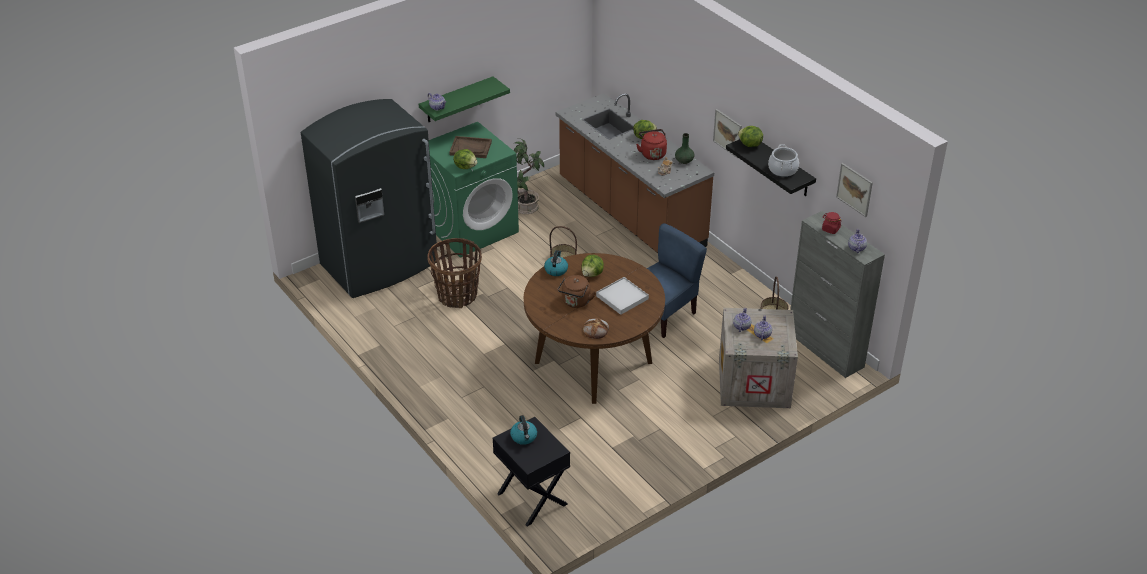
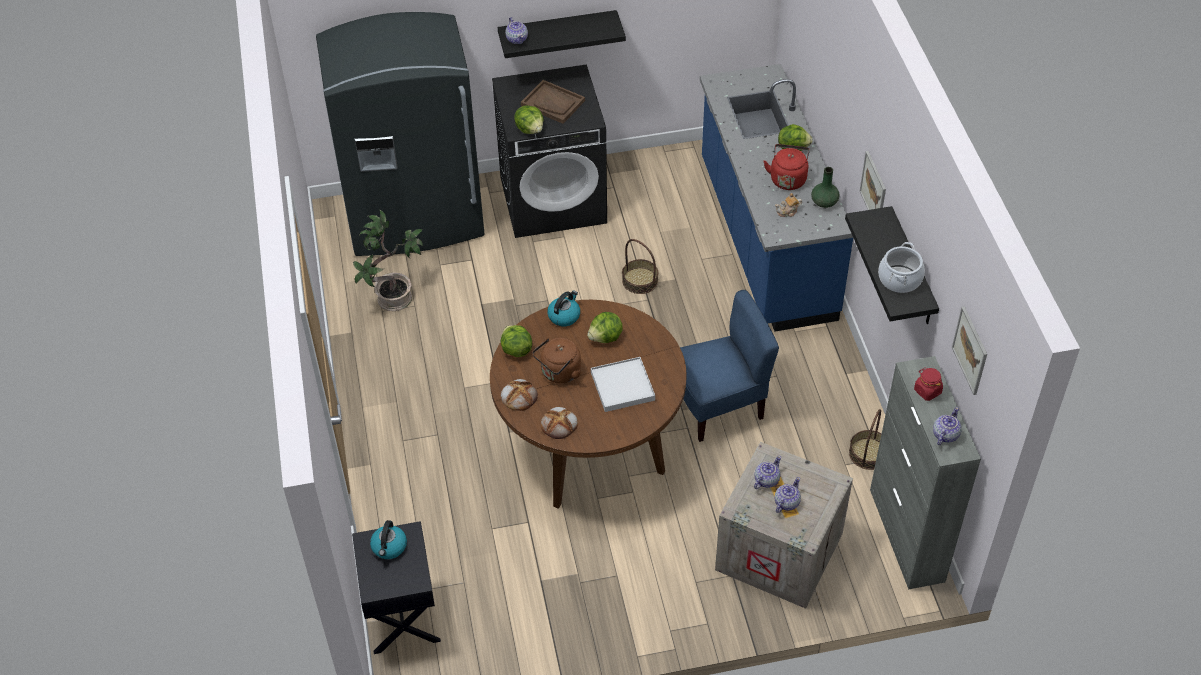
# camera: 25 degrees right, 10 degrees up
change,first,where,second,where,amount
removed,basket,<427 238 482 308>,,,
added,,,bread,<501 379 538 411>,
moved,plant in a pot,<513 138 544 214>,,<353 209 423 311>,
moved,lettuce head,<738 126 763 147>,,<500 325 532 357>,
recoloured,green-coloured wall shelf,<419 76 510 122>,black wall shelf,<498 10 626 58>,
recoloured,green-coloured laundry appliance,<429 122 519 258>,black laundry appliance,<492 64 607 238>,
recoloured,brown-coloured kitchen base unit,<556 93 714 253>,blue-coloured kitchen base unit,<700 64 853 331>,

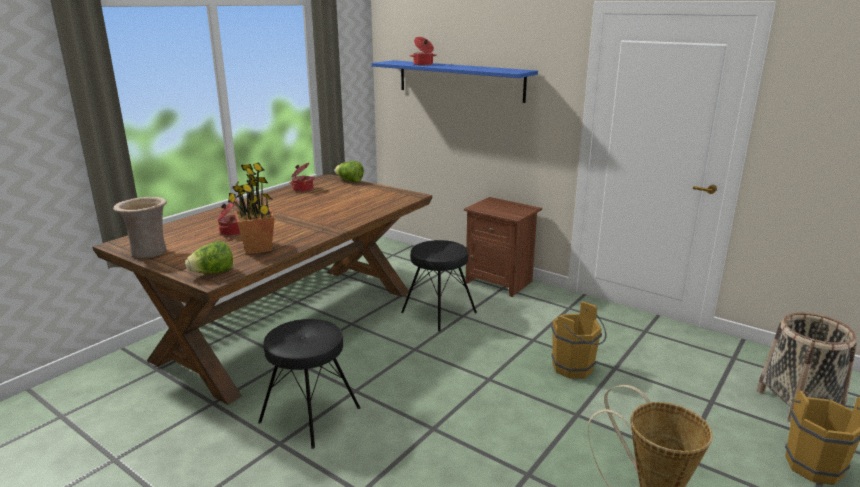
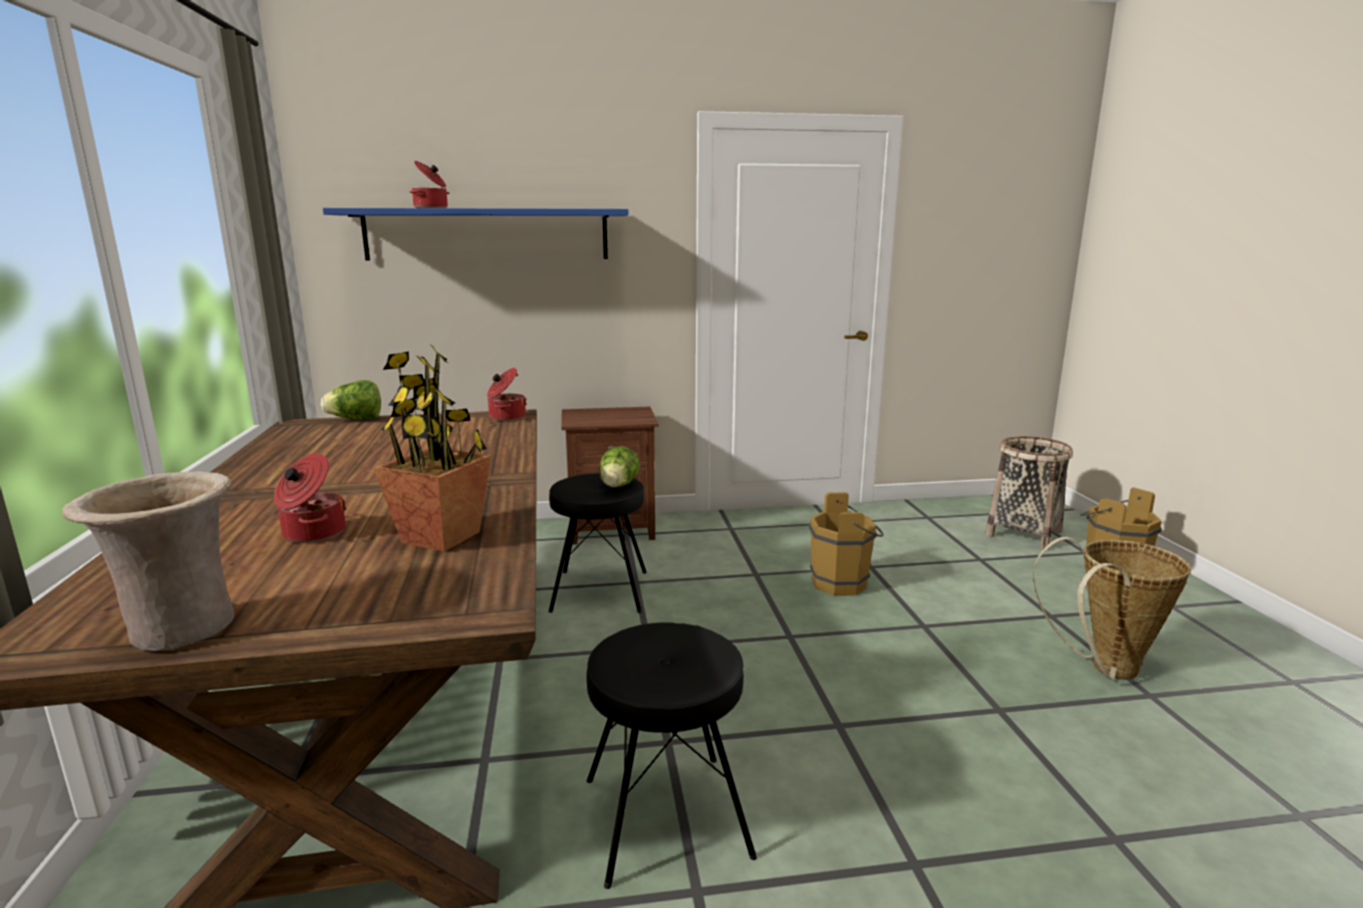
# camera: 45 degrees left, 5 degrees down
change,first,where,second,where,amount
moved,lettuce head,<185 241 233 273>,,<599 446 640 487>,
moved,cooking pot,<290 163 315 192>,,<487 368 527 421>,

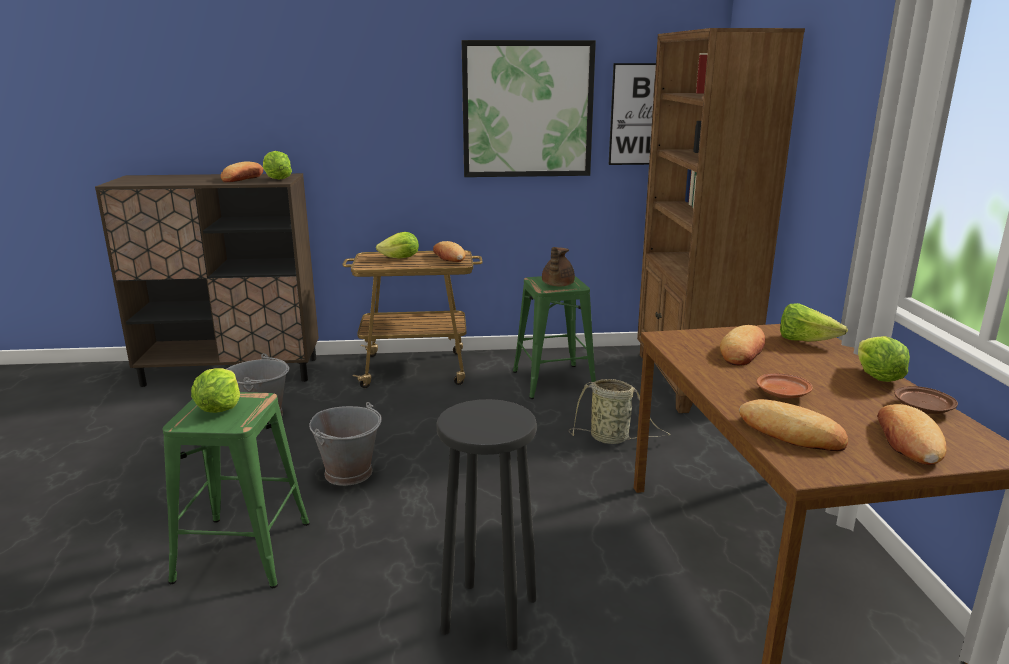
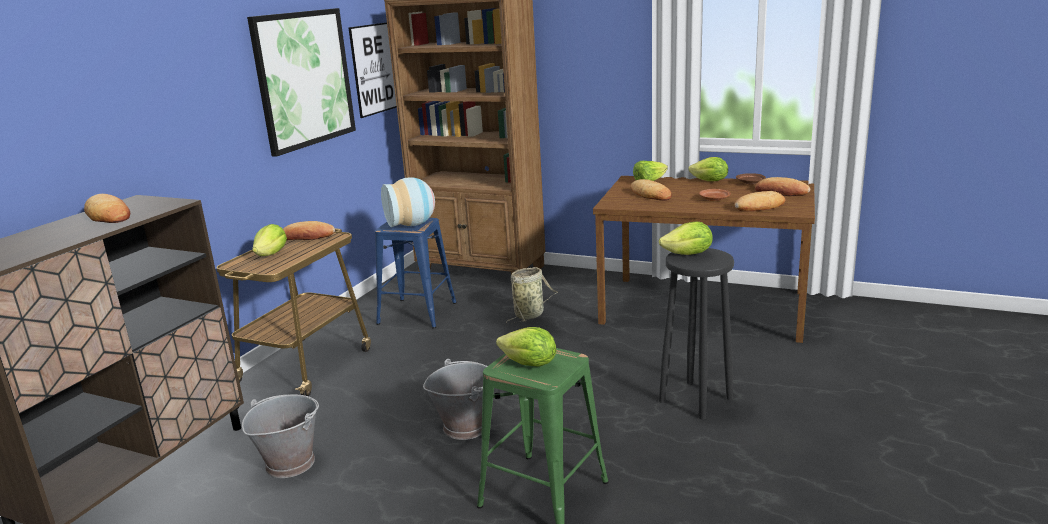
# camera: 60 degrees left, 0 degrees up
change,first,where,second,where,amount
moved,lettuce head,<263 151 292 180>,,<659 221 713 255>,
replaced,brown-coloured tea pot,<542 247 575 287>,vase,<381 177 435 227>,
recoloured,green-coloured stool seat,<513 276 596 399>,blue-coloured stool seat,<375 218 457 329>,

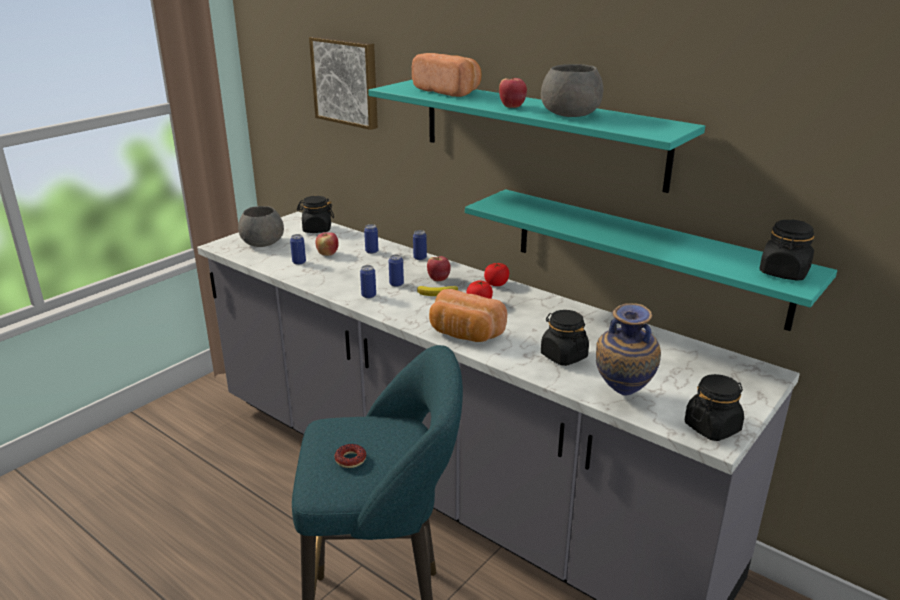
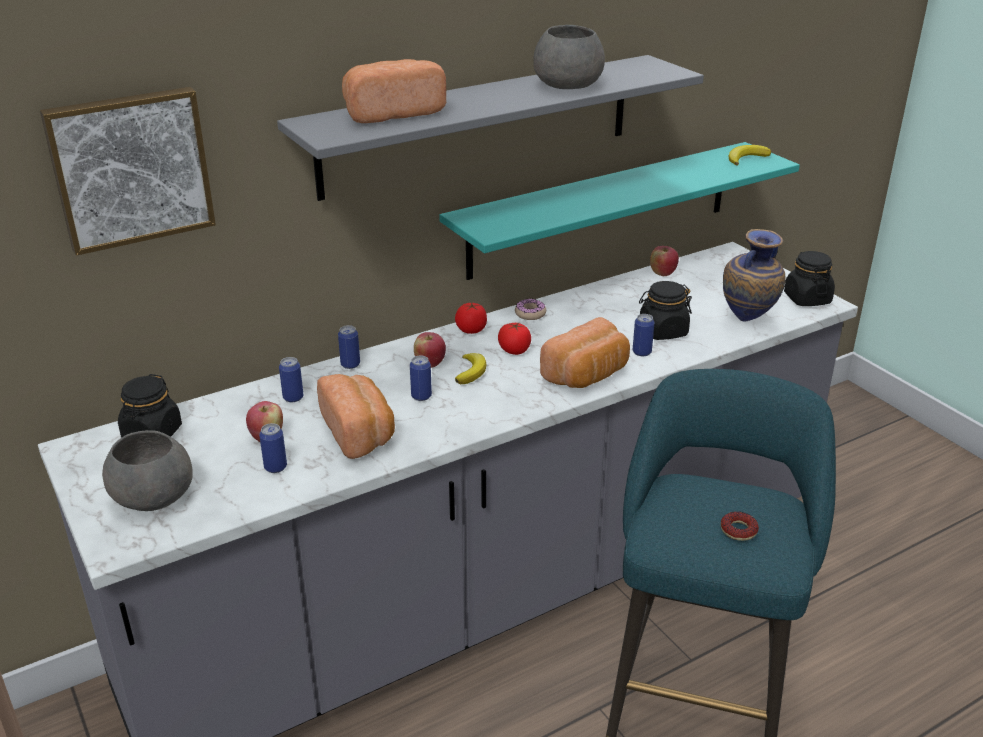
# camera: 70 degrees left, 5 degrees up
change,first,where,second,where,amount
added,,,bread,<317 374 395 459>,
added,,,donut,<515 299 546 320>,
moved,can,<360 265 376 298>,,<633 314 655 356>,
moved,apple,<499 77 527 108>,,<650 246 679 276>,
replaced,black jar,<759 220 814 281>,banana,<728 145 771 166>,
recoloured,turquoise-coloured wall shelf,<368 80 705 193>,grey wall shelf,<277 55 704 201>,

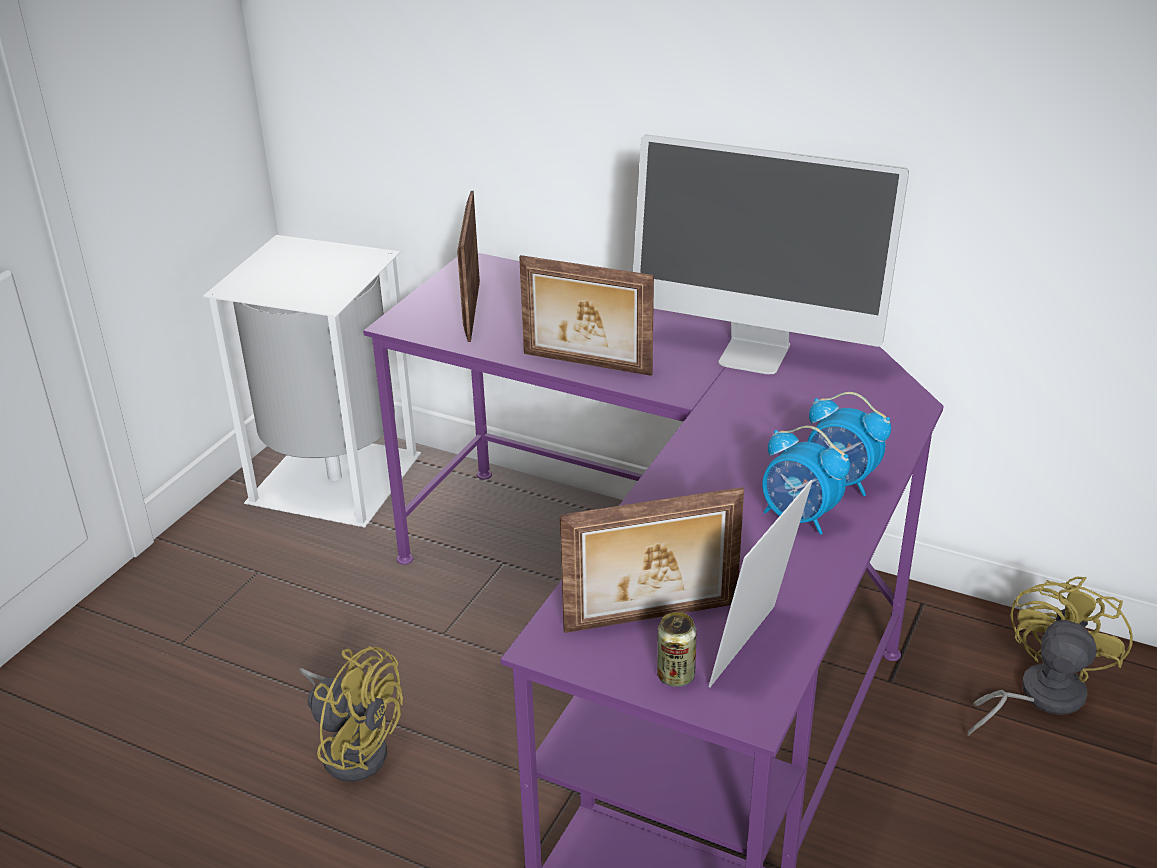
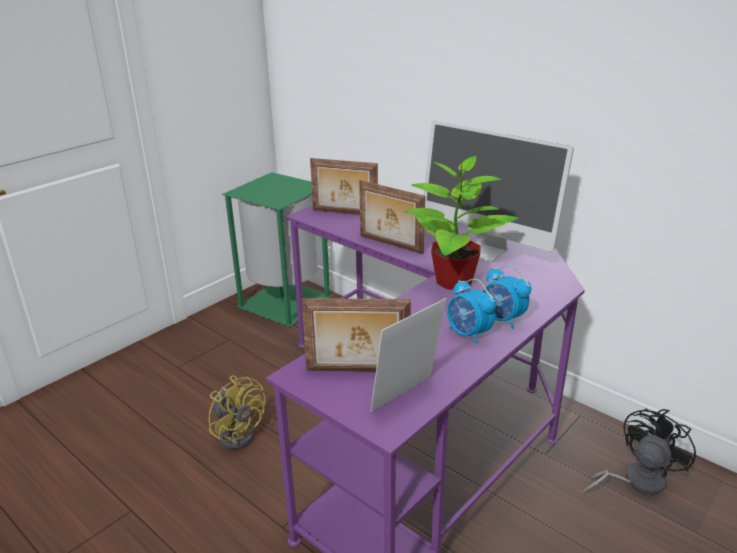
# camera: 15 degrees right, 5 degrees down
change,first,where,second,where,amount
removed,can,<657 612 697 687>,,,
added,,,plant in a pot,<405 156 518 290>,
recoloured,white waste bin,<203 235 421 528>,green-coloured waste bin,<222 172 332 327>,
recoloured,yellowish fan,<967 576 1133 737>,black fan,<582 409 696 495>,
turned,photo frame,<457 191 480 342>,,<310 158 378 215>,90 degrees counterclockwise

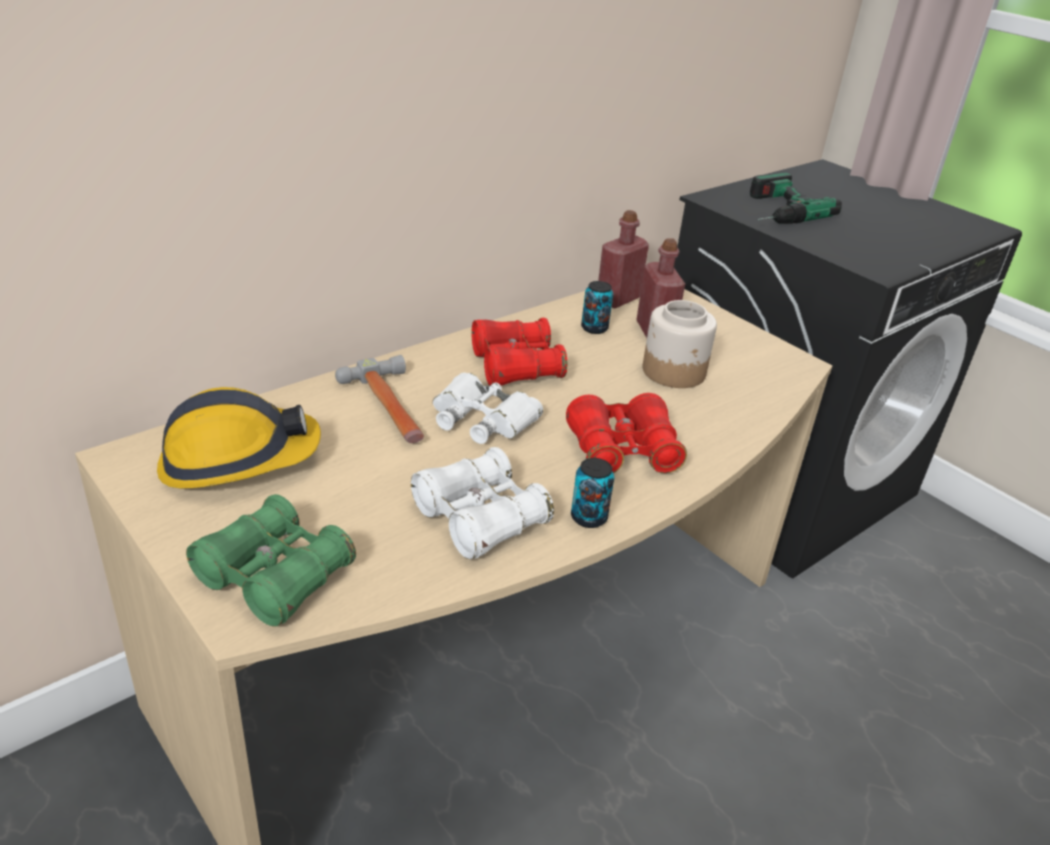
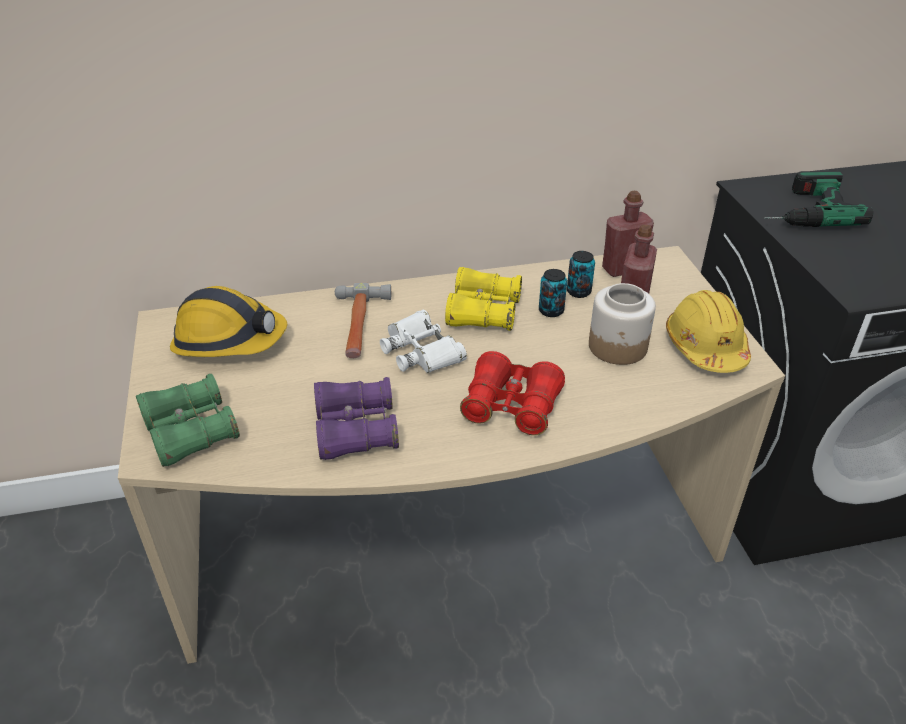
# camera: 30 degrees right, 5 degrees up
change,first,where,second,where,amount
added,,,yellowish work helmet,<666 290 751 373>,
moved,can,<571 458 614 528>,,<539 269 567 317>,
recoloured,white binoculars,<411 447 554 559>,purplish binoculars,<314 377 399 460>,
recoloured,red-coloured binoculars,<471 318 568 385>,yellowish binoculars,<445 267 522 331>,

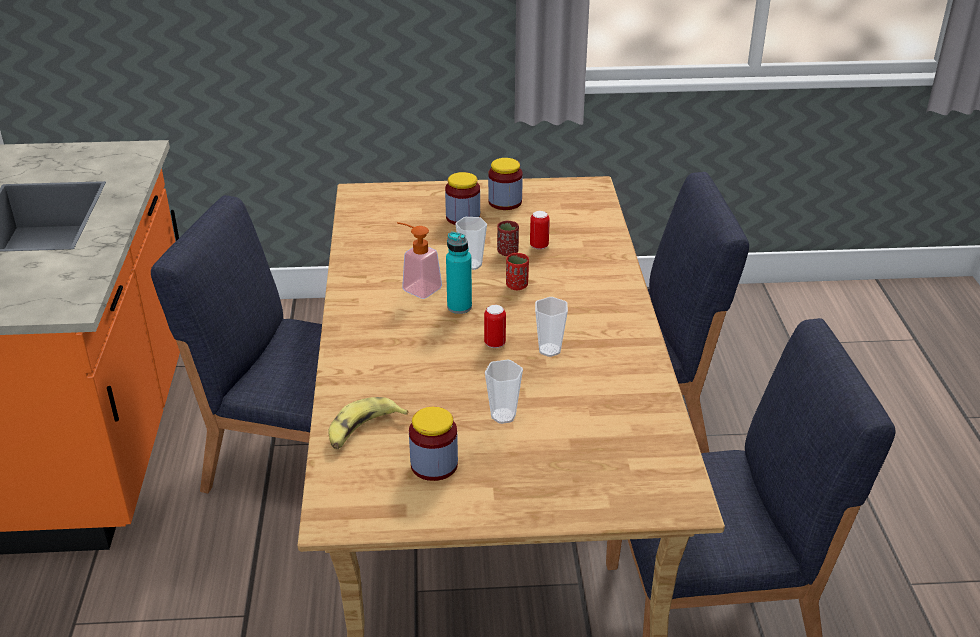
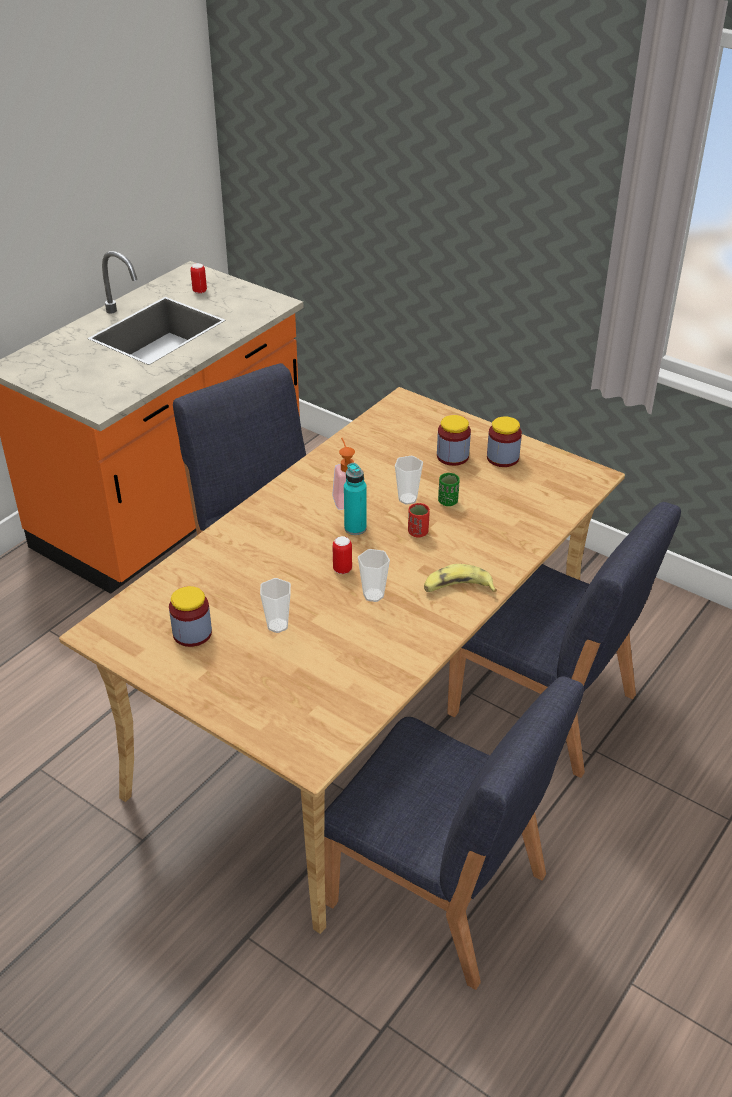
# camera: 40 degrees right, 5 degrees up
change,first,where,second,where,amount
moved,banana,<328 397 408 449>,,<424 564 497 592>,
moved,can,<530 211 550 250>,,<190 263 207 294>,
recoloured,red-coloured drinking cup,<497 221 519 256>,green-coloured drinking cup,<438 473 460 506>,

